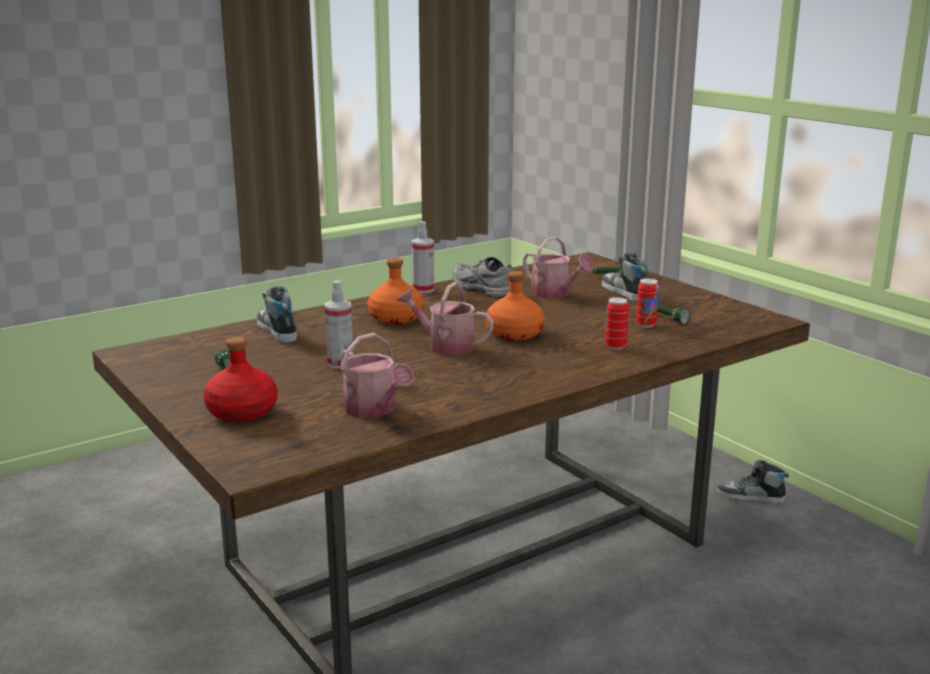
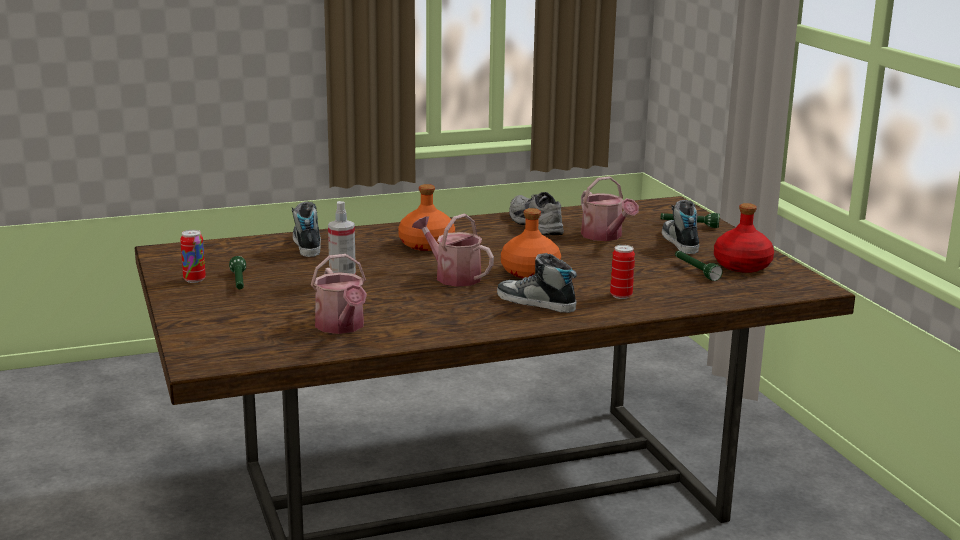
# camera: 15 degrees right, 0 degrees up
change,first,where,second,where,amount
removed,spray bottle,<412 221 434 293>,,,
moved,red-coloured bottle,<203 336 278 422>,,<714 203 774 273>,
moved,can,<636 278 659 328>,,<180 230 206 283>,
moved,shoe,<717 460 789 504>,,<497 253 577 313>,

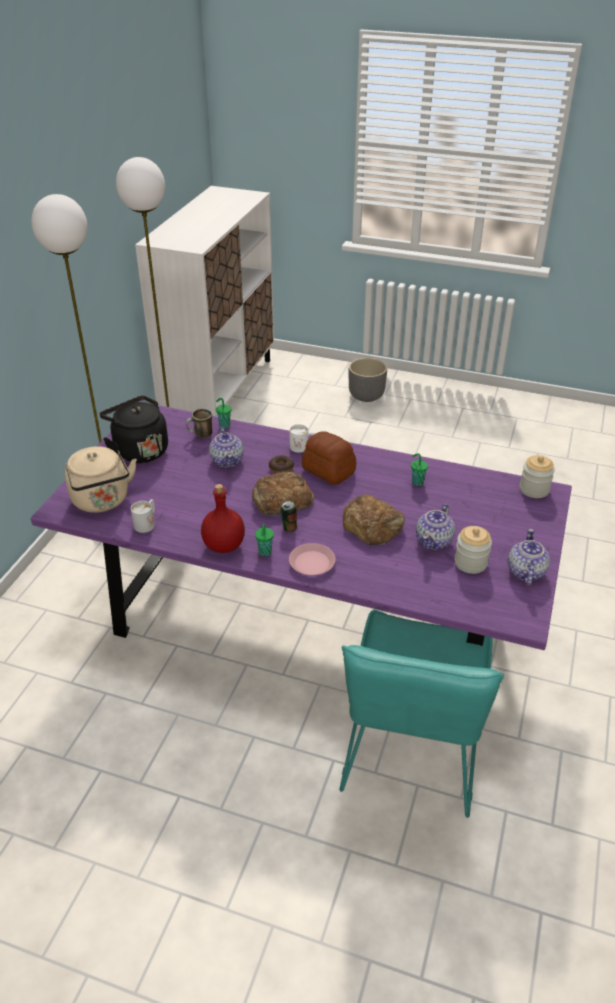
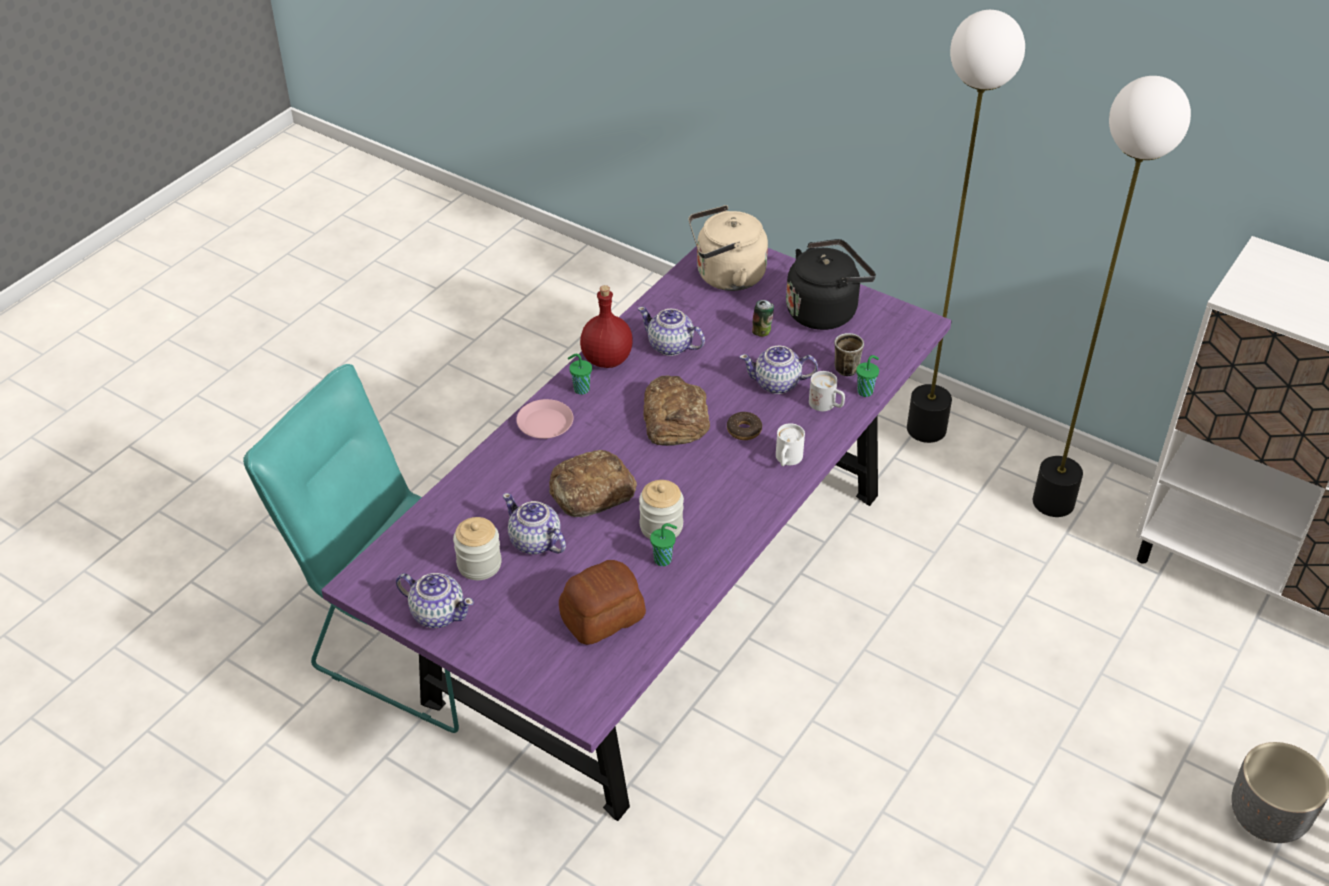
# camera: 105 degrees right, 5 degrees up
change,first,where,second,where,amount
added,,,tea pot,<638 307 705 356>,
moved,white mug,<131 499 155 533>,,<809 371 845 411>,
moved,can,<280 501 297 532>,,<752 300 774 337>,
moved,bread,<302 431 356 485>,,<559 560 646 645>,
moved,jar,<520 455 555 498>,,<639 480 684 539>,

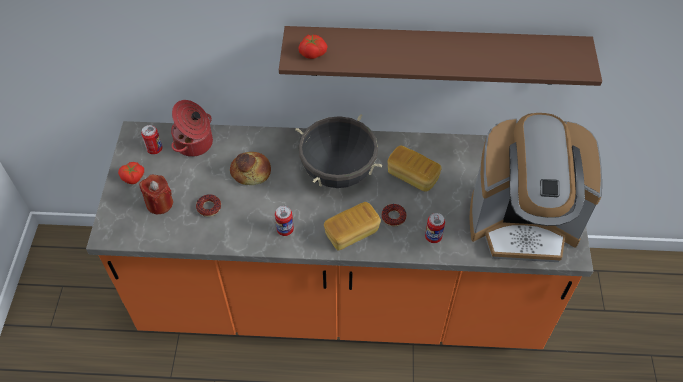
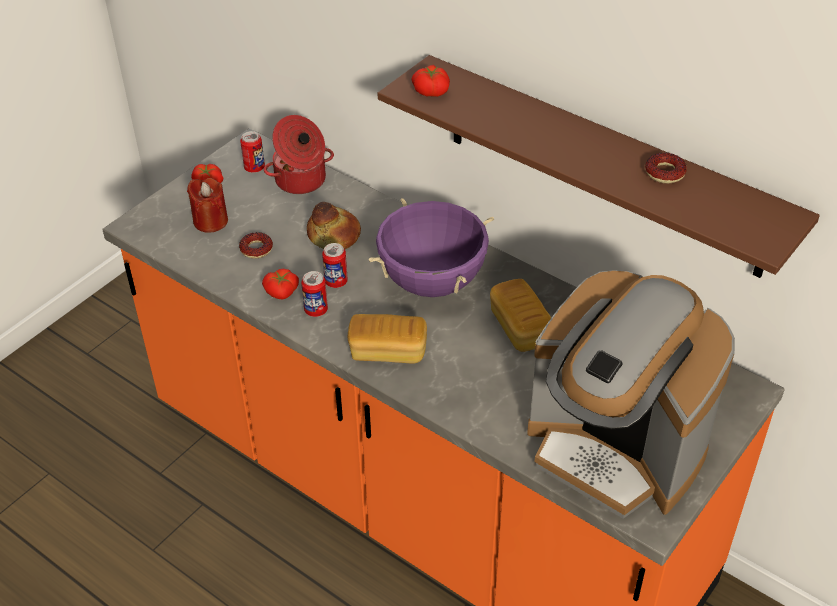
# camera: 35 degrees right, 10 degrees down
change,first,where,second,where,amount
added,,,fresh tomato,<262 268 299 299>,
moved,donut,<381 204 407 226>,,<645 153 687 183>,
moved,can,<425 213 445 243>,,<322 243 348 288>,
recoloured,black cooking pot,<295 114 383 188>,purplish cooking pot,<369 198 494 297>,

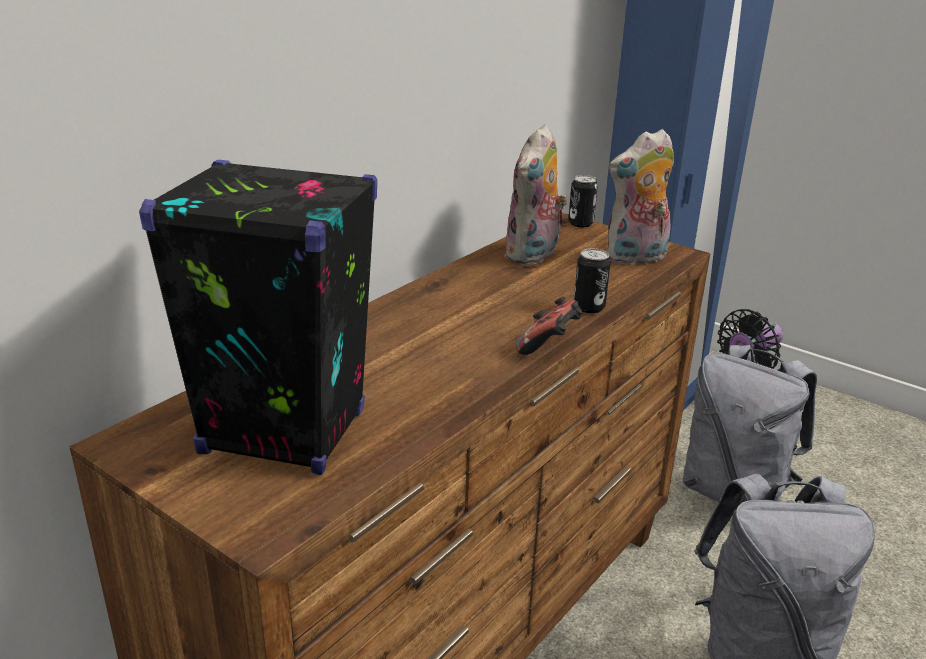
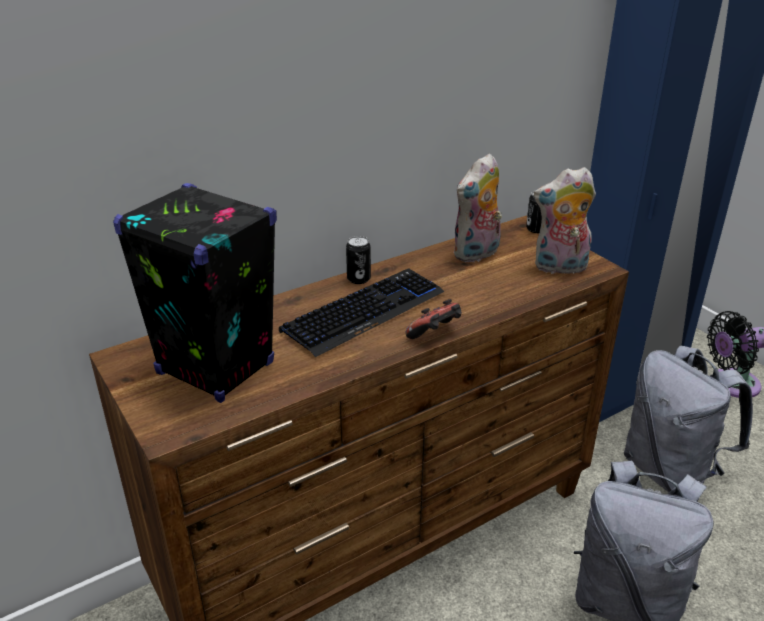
# camera: 20 degrees right, 5 degrees up
change,first,where,second,where,amount
added,,,PC keyboard,<279 268 445 357>,
moved,can,<574 248 611 313>,,<346 236 371 284>,

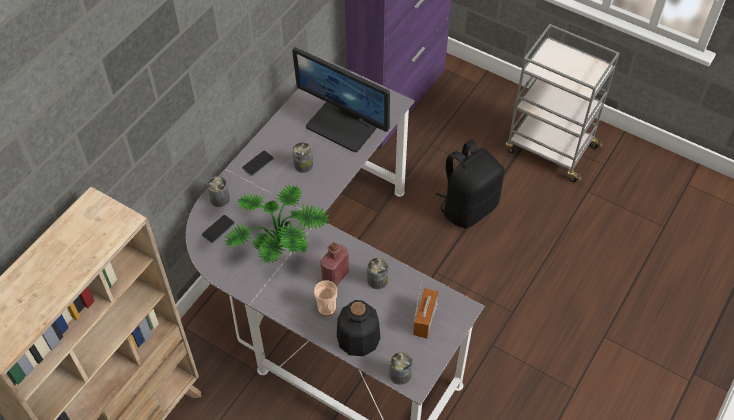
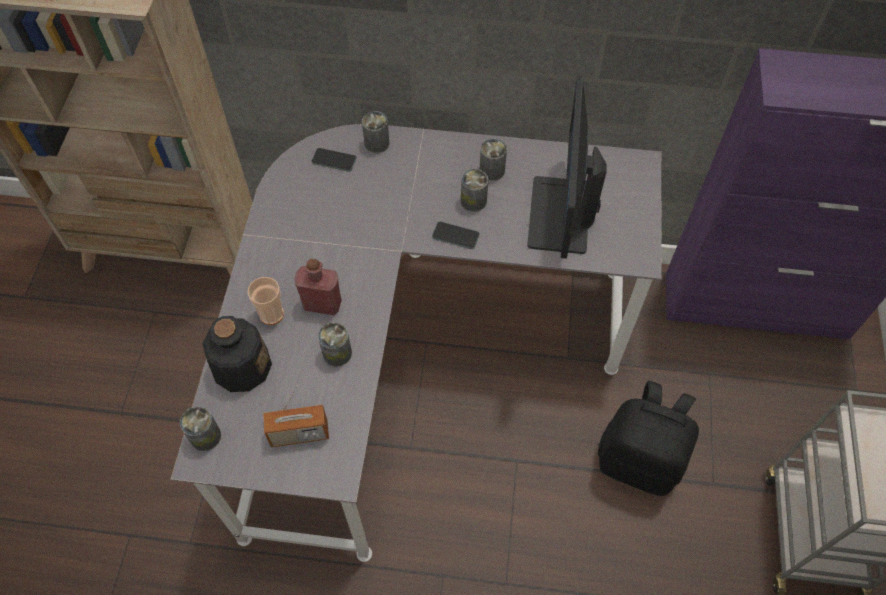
# camera: 65 degrees right, 5 degrees up
change,first,where,second,where,amount
removed,plant in a pot,<225 185 329 264>,,,
added,,,can,<480 139 507 181>,
moved,phone,<242 151 274 176>,,<432 222 480 249>,

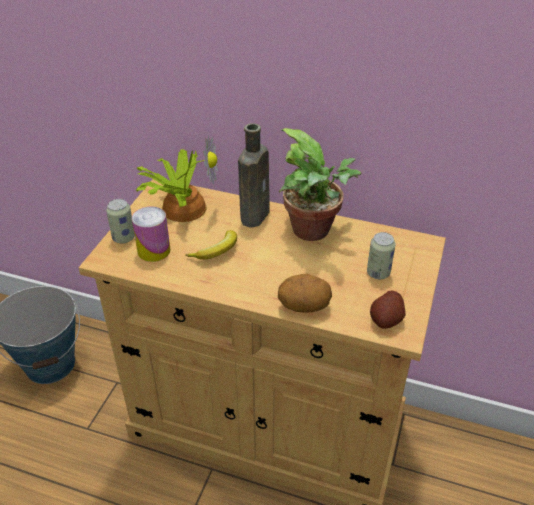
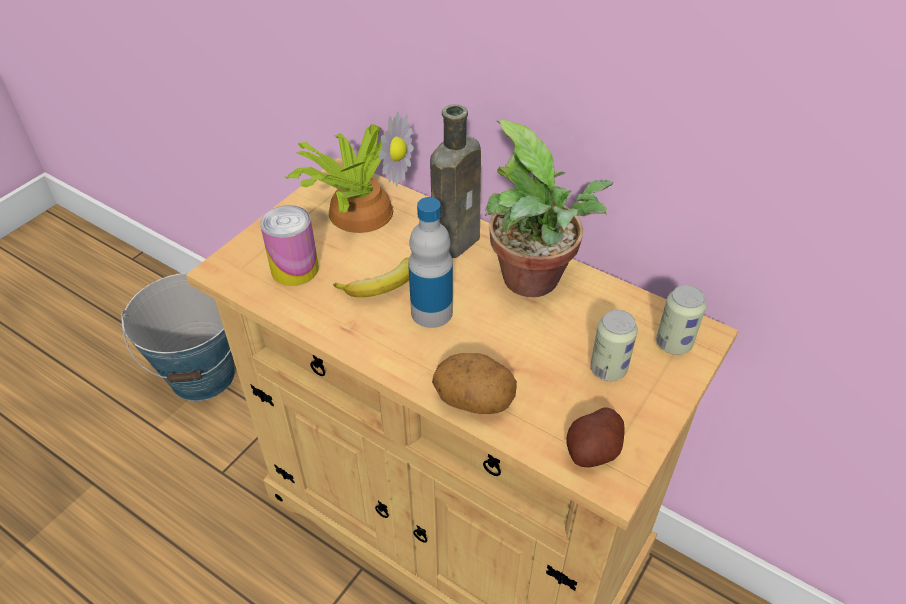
# camera: 15 degrees right, 5 degrees up
change,first,where,second,where,amount
added,,,bottle,<408 197 453 328>,
moved,can,<106 199 135 244>,,<656 285 706 355>,

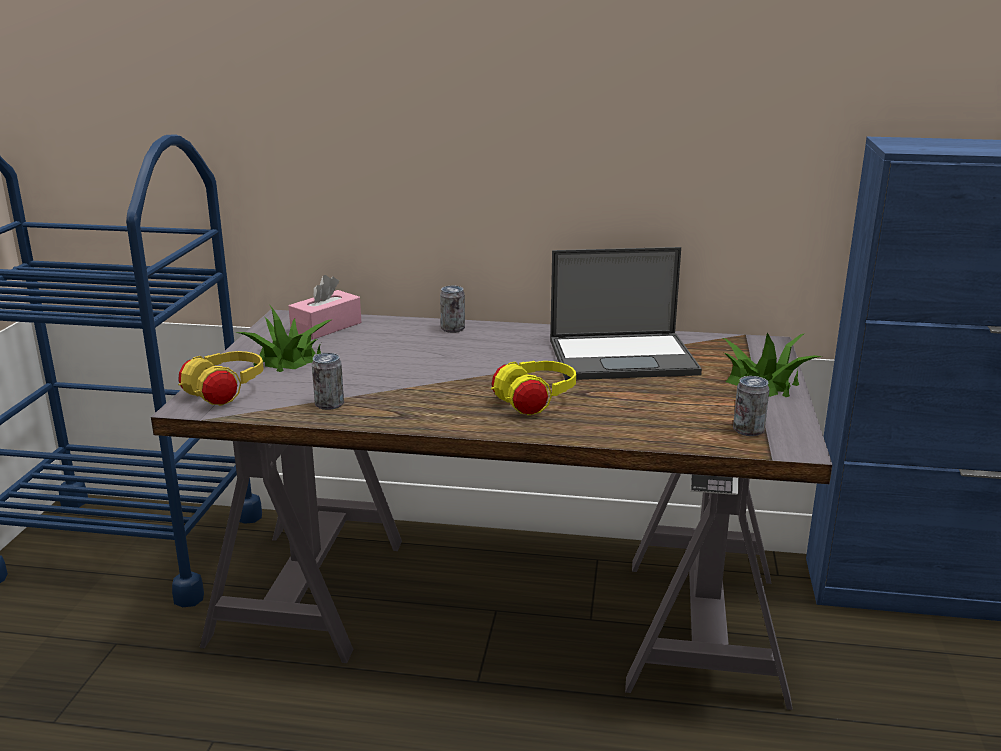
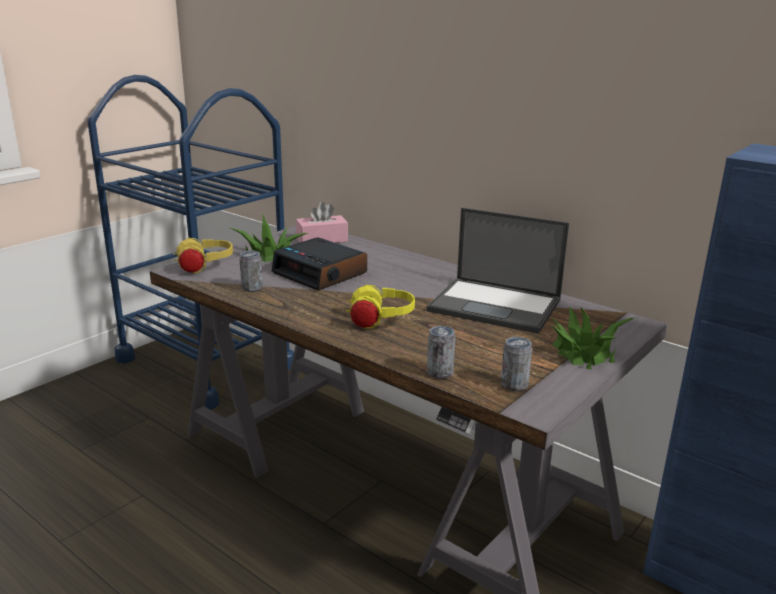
# camera: 30 degrees right, 0 degrees up
change,first,where,second,where,amount
added,,,table clock,<272 238 367 291>,
moved,can,<440 286 465 333>,,<427 326 456 379>,

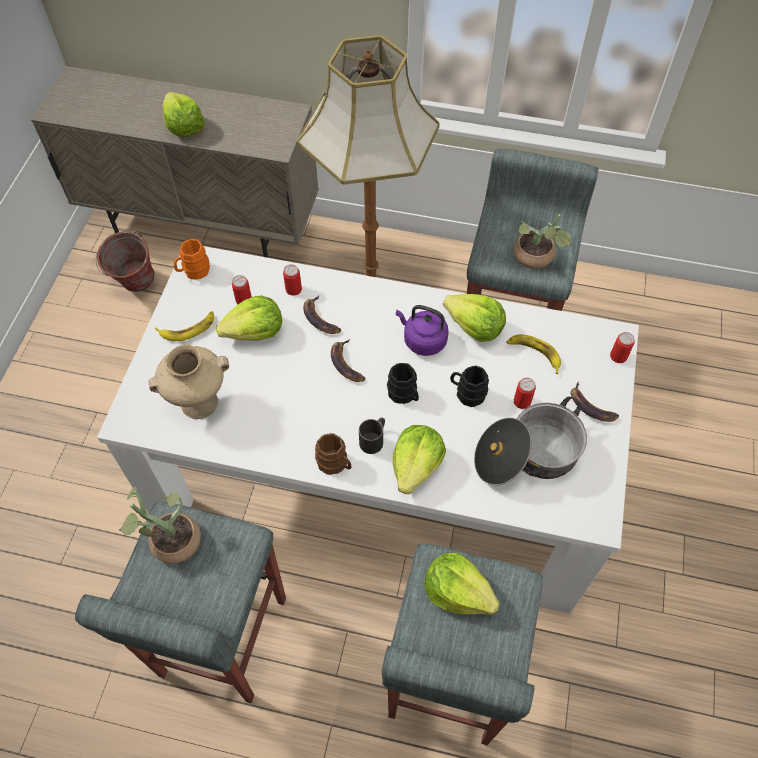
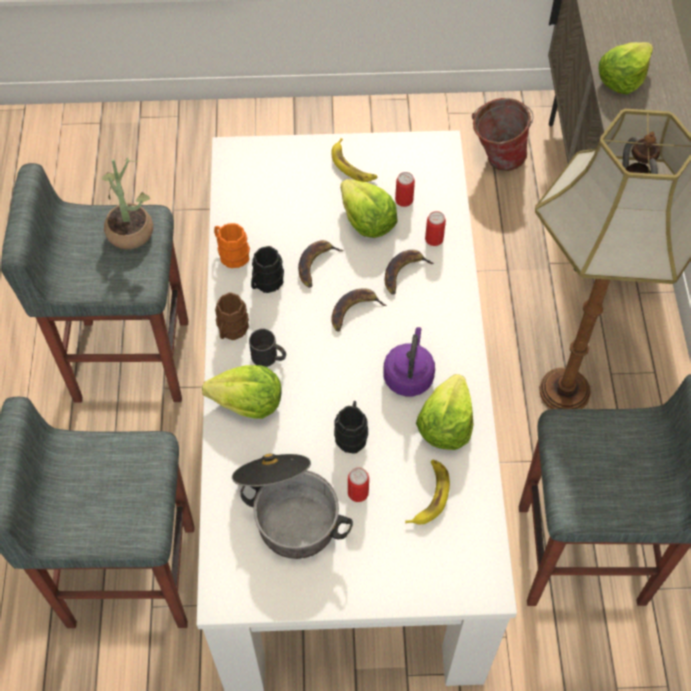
# camera: 75 degrees right, 0 degrees up
change,first,where,second,where,amount
removed,beige vase,<149 344 229 419>,,,
removed,lettuce head,<425 552 500 615>,,,
removed,plant in a pot,<513 214 571 269>,,,
removed,can,<610 332 635 363>,,,
moved,orange-coloured mug,<174 239 210 280>,,<214 223 250 268>,
moved,black mug,<387 363 419 404>,,<251 246 284 293>,
moved,banana,<570 382 619 422>,,<298 240 343 288>,

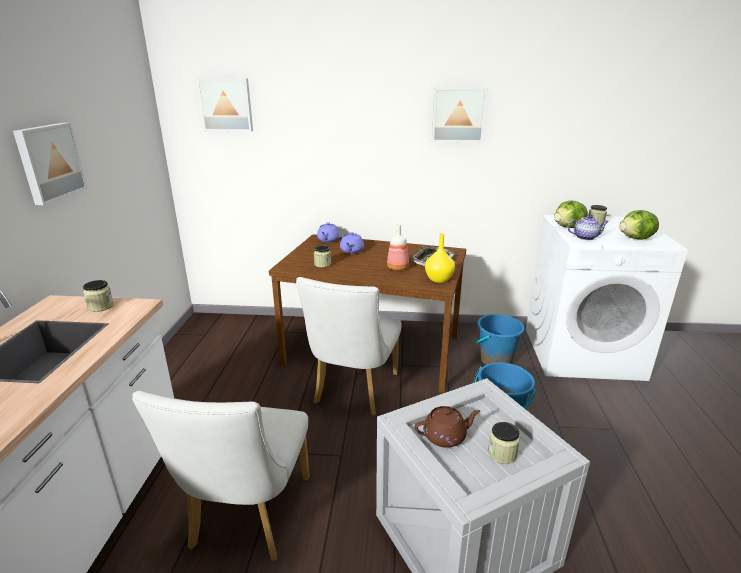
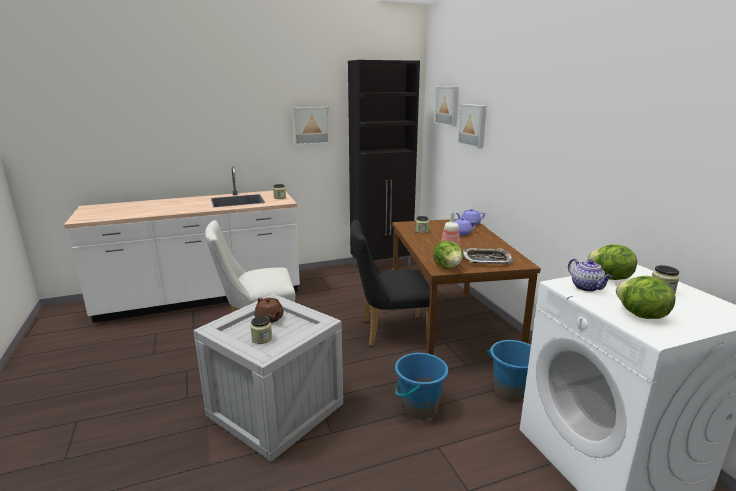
# camera: 65 degrees right, 5 degrees down
change,first,where,second,where,amount
added,,,black cupboard,<348 60 420 267>,
moved,picture,<432 88 488 142>,,<457 104 487 149>,
replaced,yellowish vase,<425 233 455 283>,lettuce head,<433 241 463 268>,
recoloured,white plain chair,<296 277 401 415>,black plain chair,<350 219 430 346>,

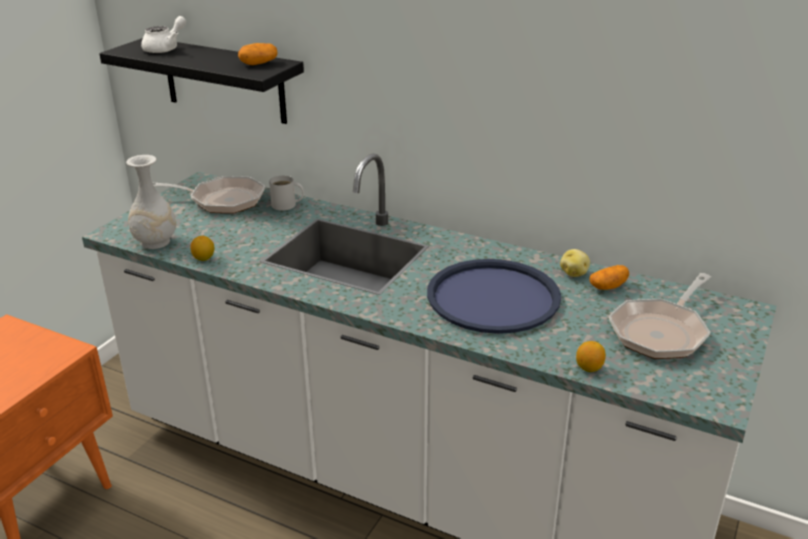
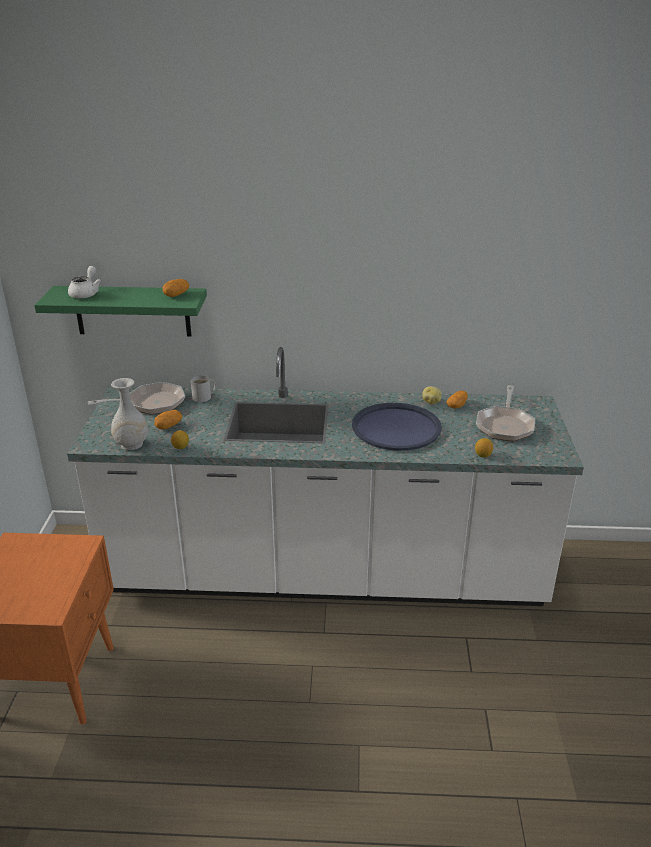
# camera: 25 degrees left, 0 degrees up
change,first,where,second,where,amount
added,,,potato,<154 410 182 430>,
recoloured,black wall shelf,<99 38 304 124>,green-coloured wall shelf,<34 286 207 337>,

